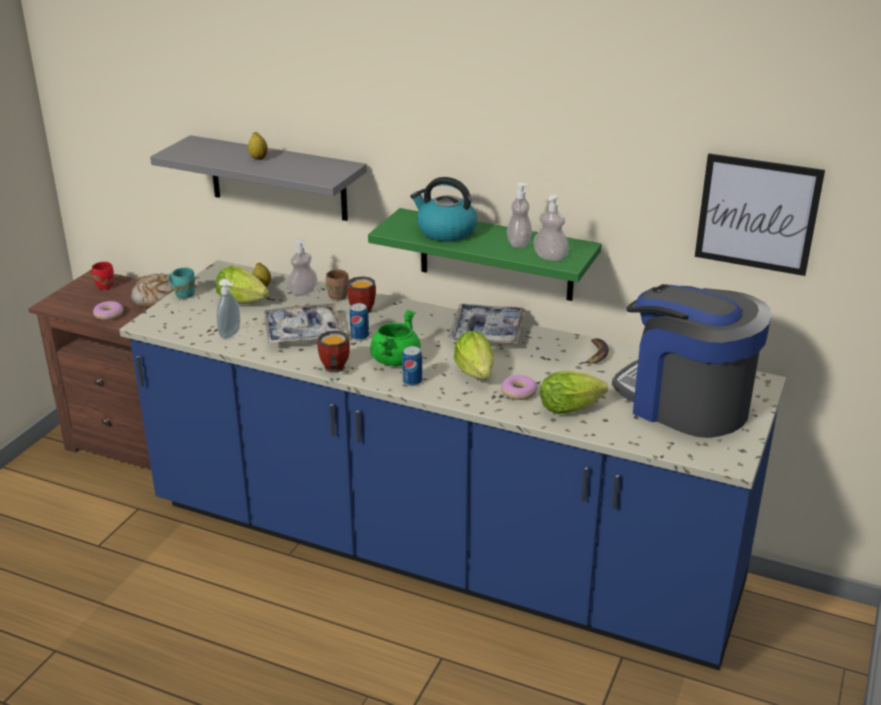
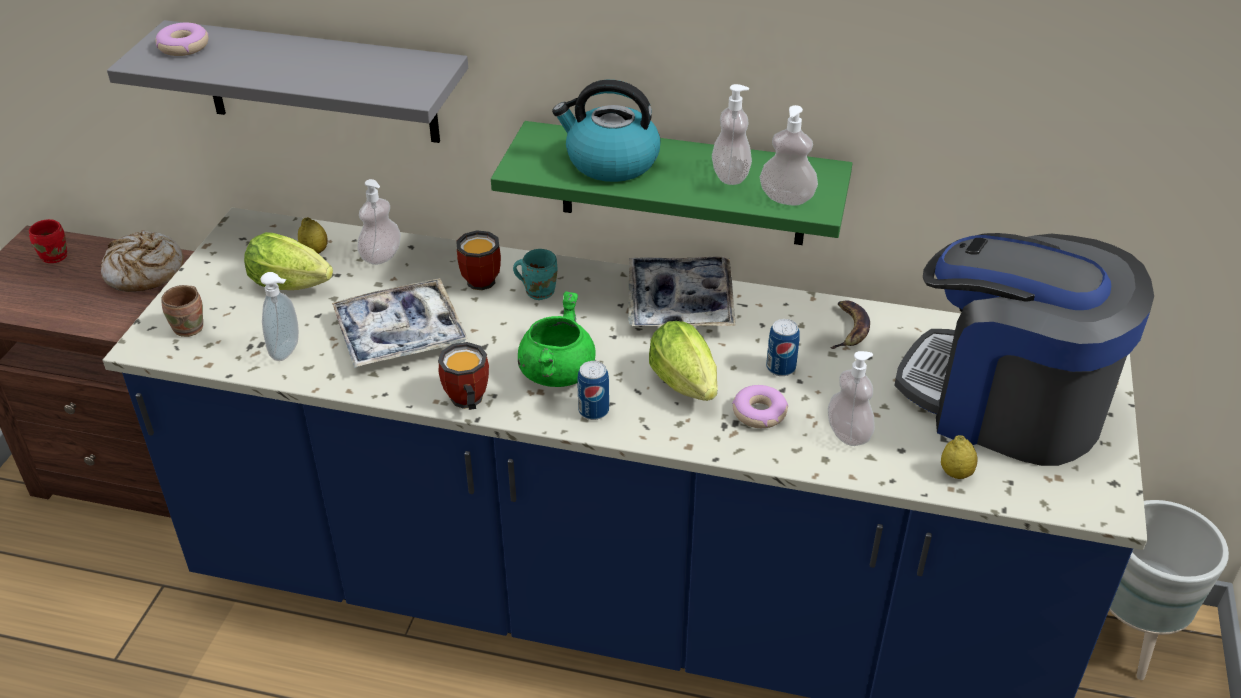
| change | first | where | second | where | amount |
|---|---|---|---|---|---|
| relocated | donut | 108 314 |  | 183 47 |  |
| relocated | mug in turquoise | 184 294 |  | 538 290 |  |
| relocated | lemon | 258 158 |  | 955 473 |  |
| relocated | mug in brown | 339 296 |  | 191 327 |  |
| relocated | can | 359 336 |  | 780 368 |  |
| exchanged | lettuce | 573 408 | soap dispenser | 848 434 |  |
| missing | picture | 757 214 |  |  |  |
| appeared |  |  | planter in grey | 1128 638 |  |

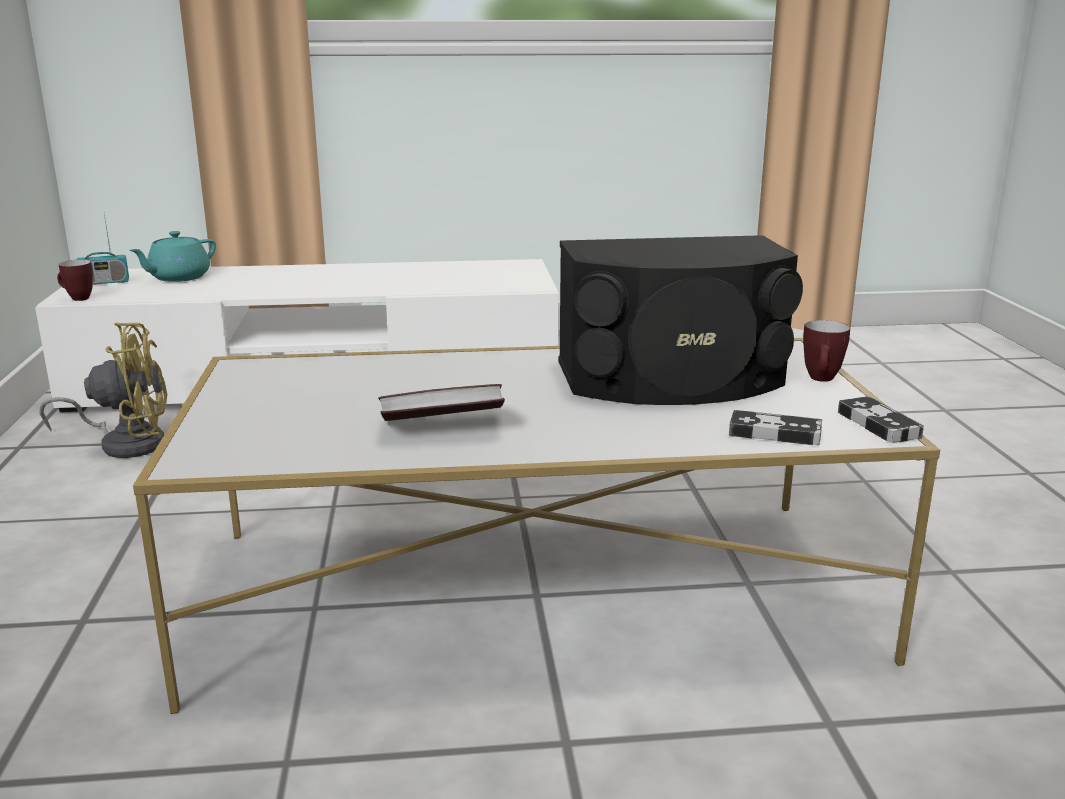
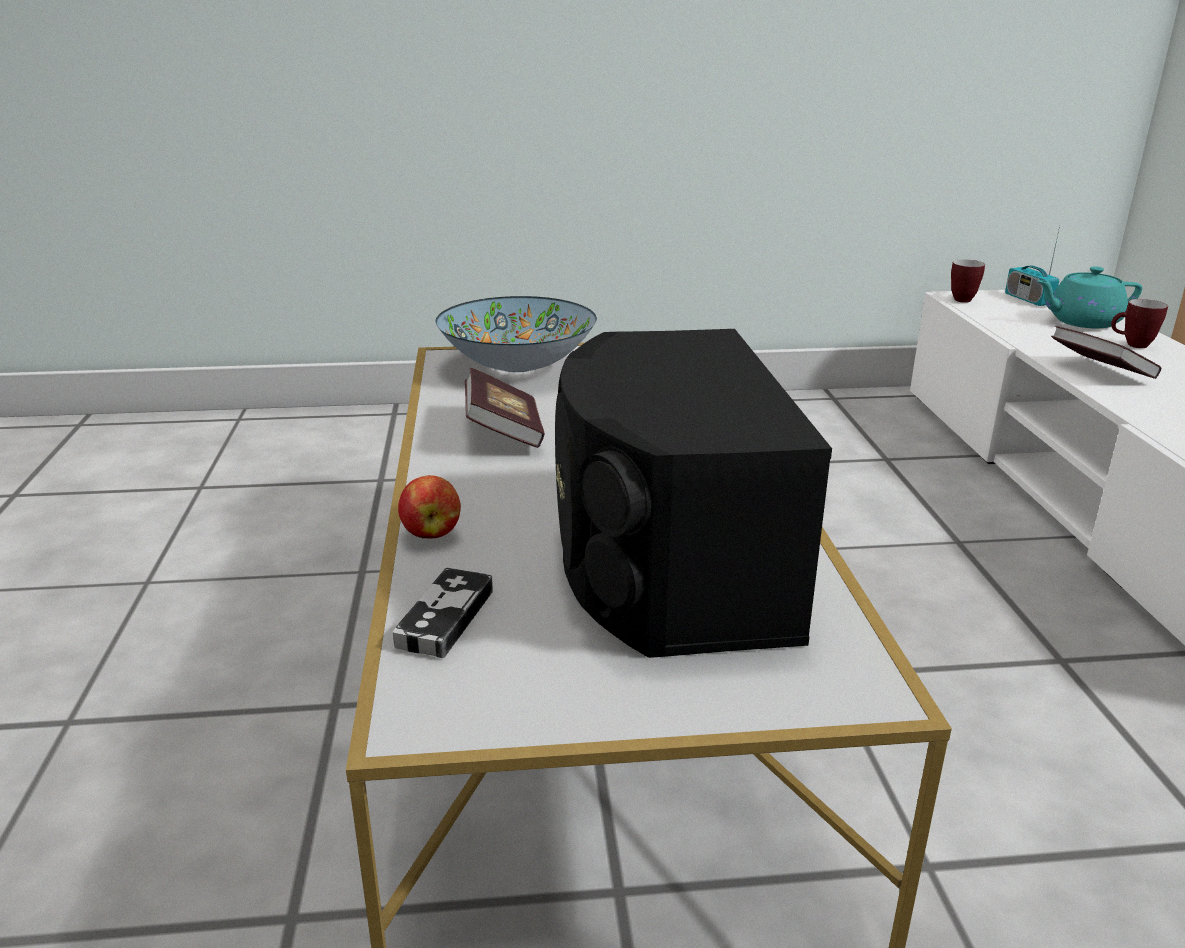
| change | first | where | second | where | amount |
|---|---|---|---|---|---|
| missing | fan in yellow | 126 443 |  |  |  |
| spun | teapot in turquoise | 178 278 |  | 1082 322 | 45 degrees counterclockwise |
| relocated | mug | 822 380 |  | 1131 345 |  |
| missing | game controller | 878 425 |  |  |  |
| appeared |  |  | apple | 431 533 |  |
| appeared |  |  | bowl | 517 365 |  |
| appeared |  |  | book | 1099 372 |  |

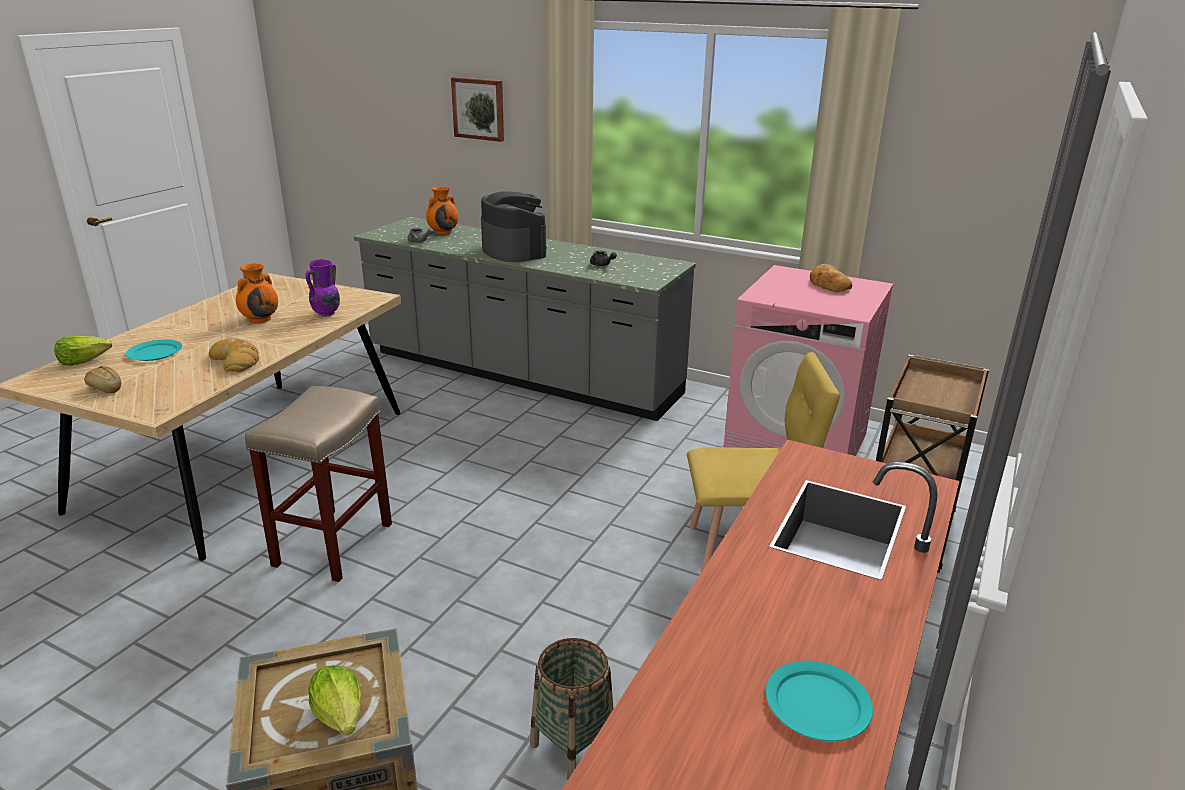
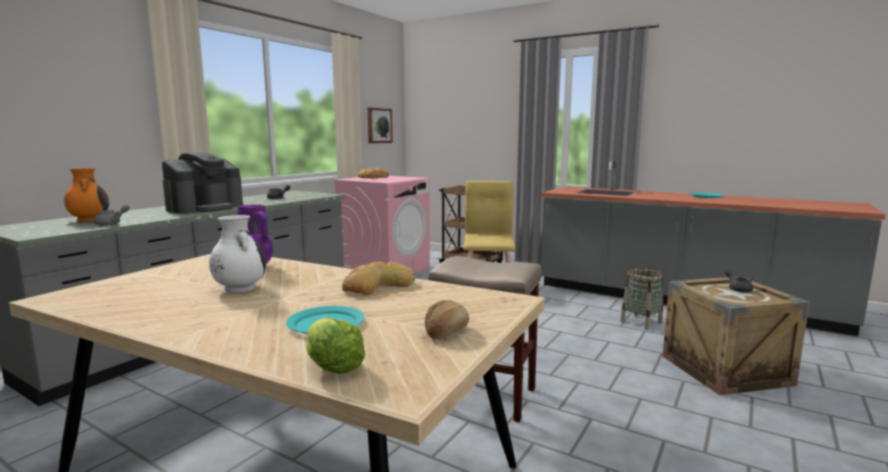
| change | first | where | second | where | amount |
|---|---|---|---|---|---|
| colour | vase in orange | 260 318 | vase in white | 239 288 |  |
| exchanged | lettuce | 340 715 | teapot in grey | 738 289 |  |
| relocated | picture | 479 109 |  | 379 125 |  |
| spun | coffee machine | 513 251 |  | 205 208 | 150 degrees clockwise |

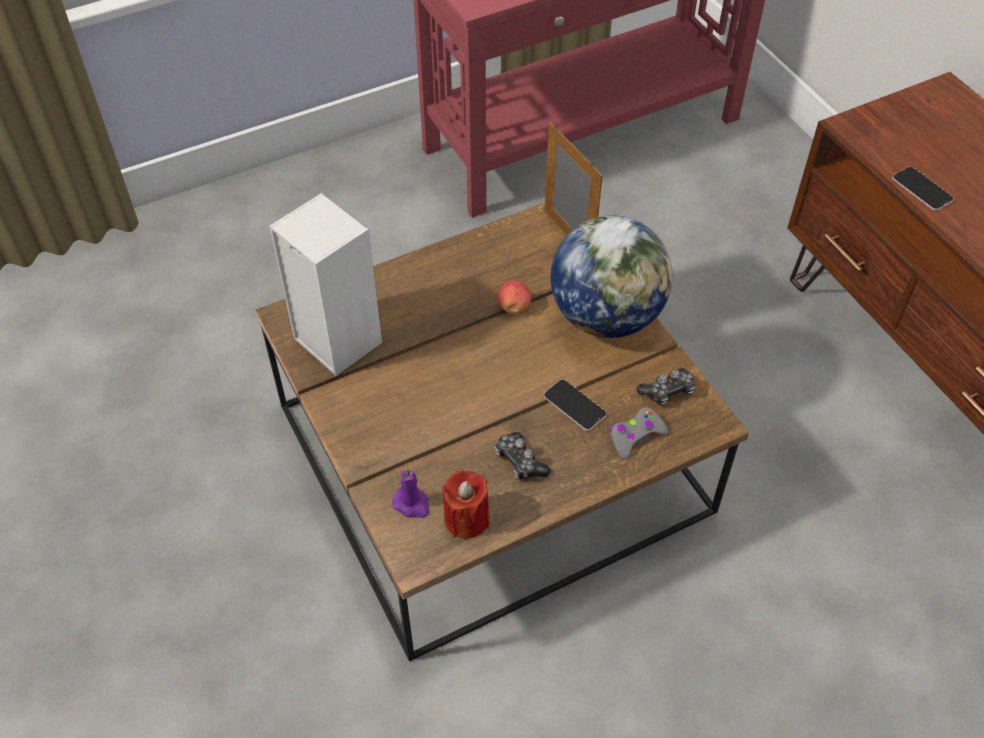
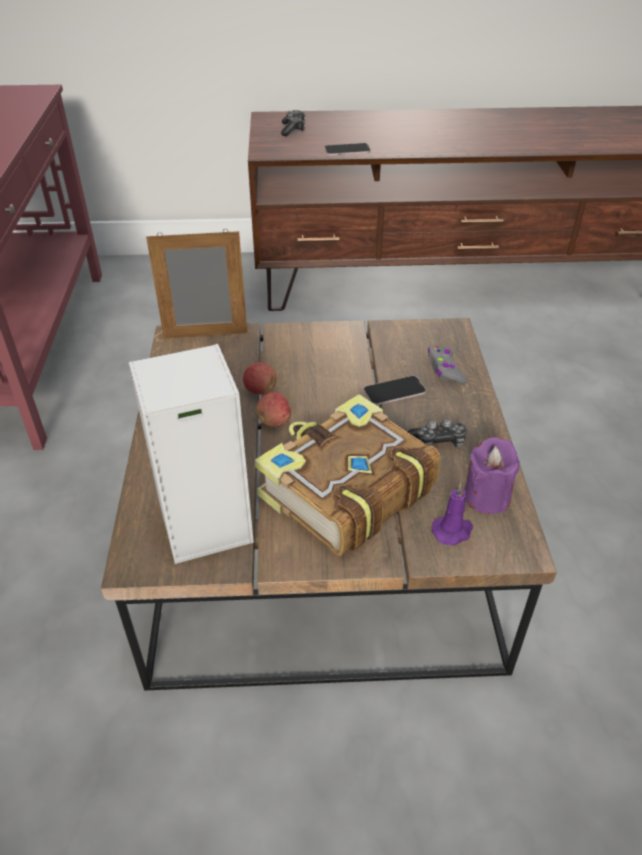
| change | first | where | second | where | amount |
|---|---|---|---|---|---|
| colour | candle in red | 466 519 | candle in purple | 486 497 |  |
| missing | globe | 606 316 |  |  |  |
| relocated | game controller | 667 392 |  | 293 129 |  |
| appeared |  |  | book | 344 491 |  |
| appeared |  |  | apple | 274 421 |  |

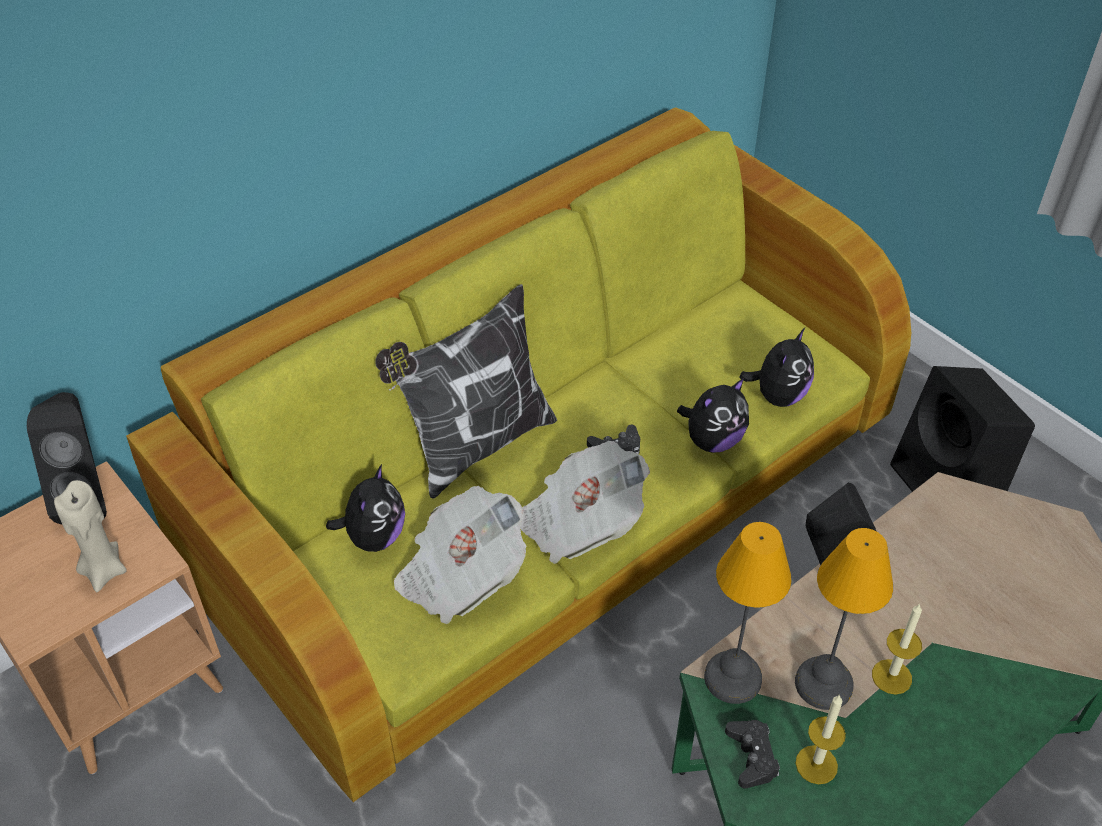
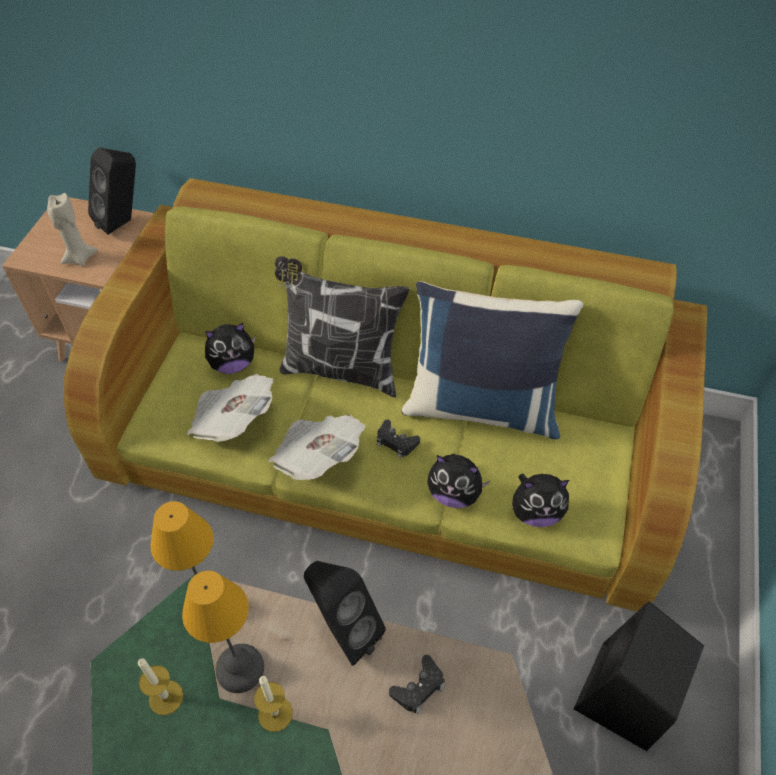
| change | first | where | second | where | amount |
|---|---|---|---|---|---|
| relocated | game controller in black | 752 757 |  | 419 688 |  |
| appeared |  |  | pillow in blue | 482 406 |  |

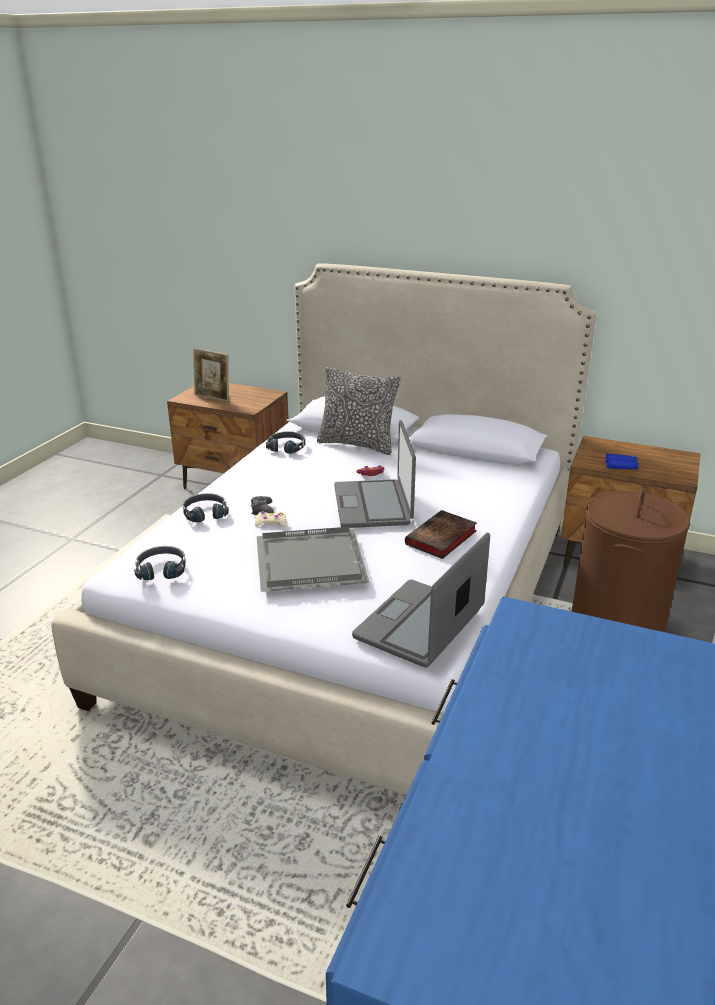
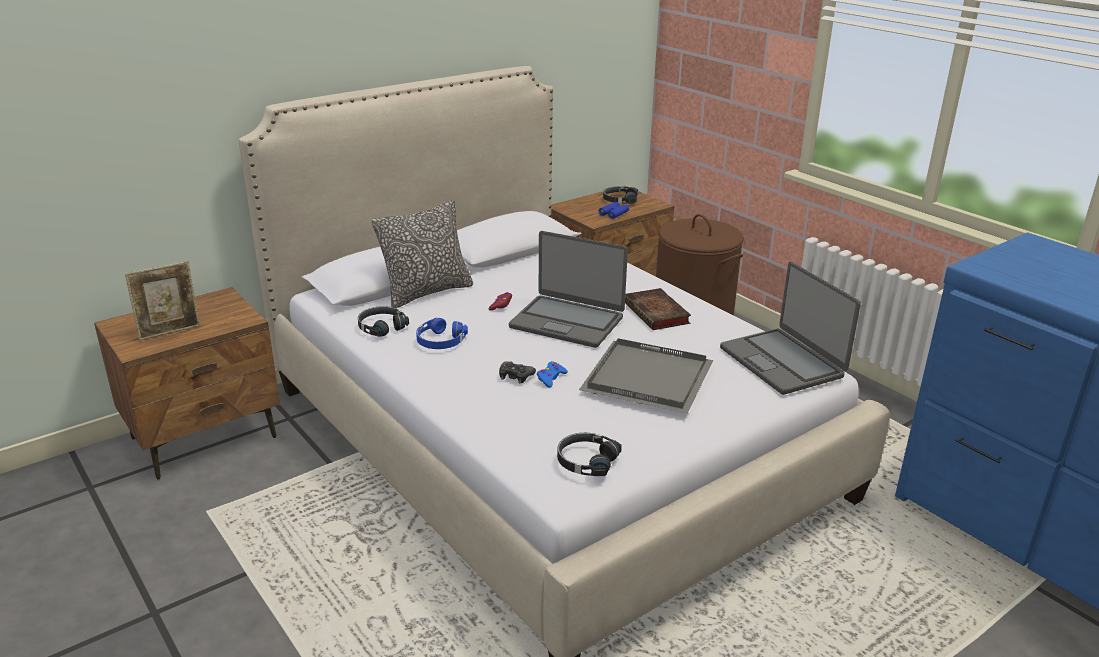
| change | first | where | second | where | amount |
|---|---|---|---|---|---|
| relocated | headphones in black | 205 513 |  | 620 200 |  |
| colour | game controller in beige | 271 523 | game controller in blue | 551 378 |  |
| appeared |  |  | headphones in blue | 440 341 |  |

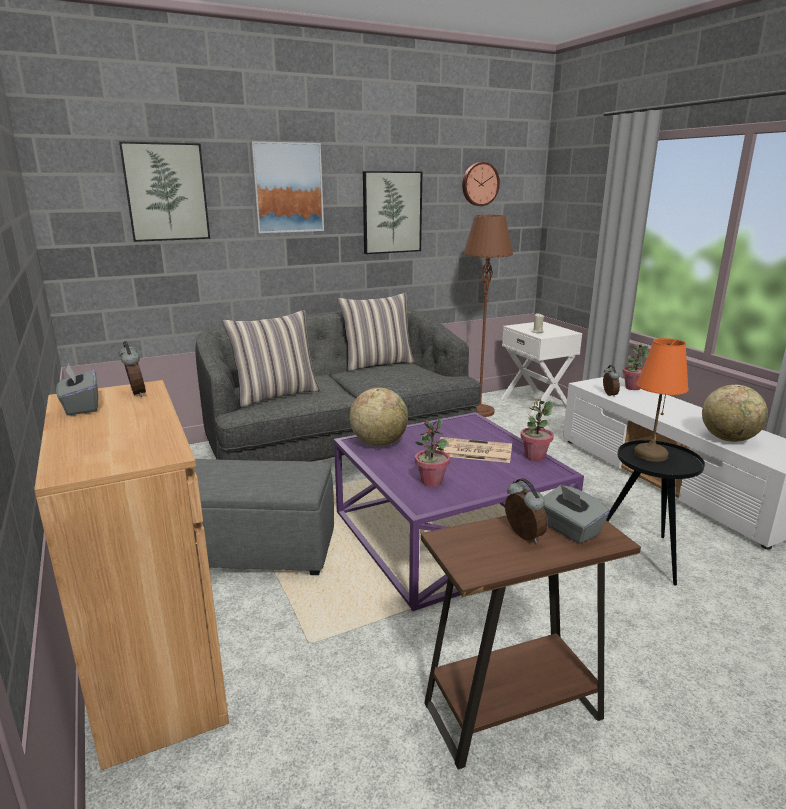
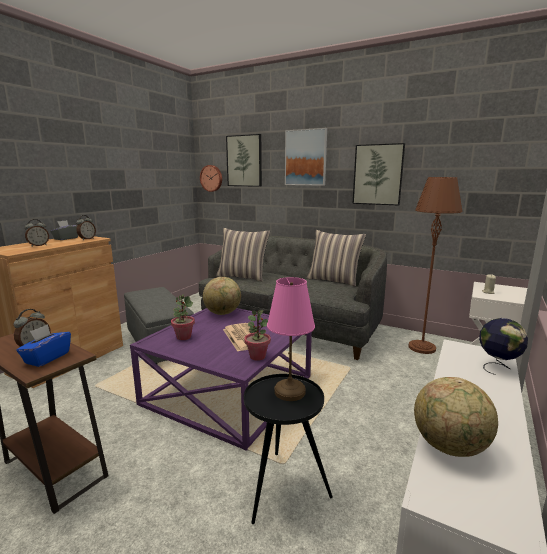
| change | first | where | second | where | amount |
|---|---|---|---|---|---|
| relocated | wall clock | 479 184 |  | 211 178 |  |
| colour | tissue box in grey | 569 529 | tissue box in blue | 47 358 |  |
| relocated | alarm clock | 608 395 |  | 38 245 |  |
| exchanged | potted plant | 632 387 | globe | 497 367 |  |
| colour | table lamp in orange | 649 454 | table lamp in pink | 289 391 |  |

